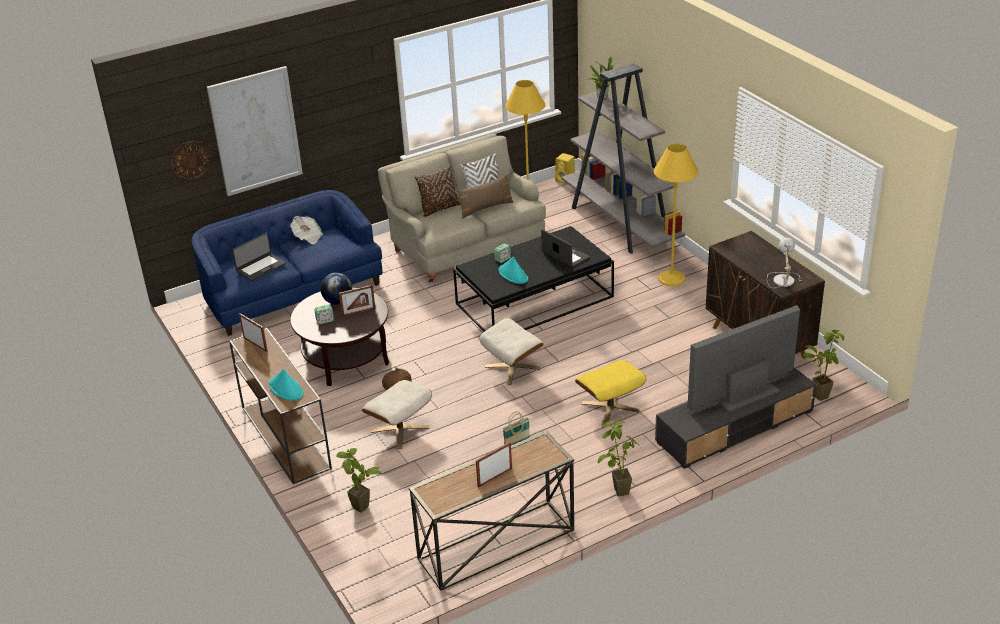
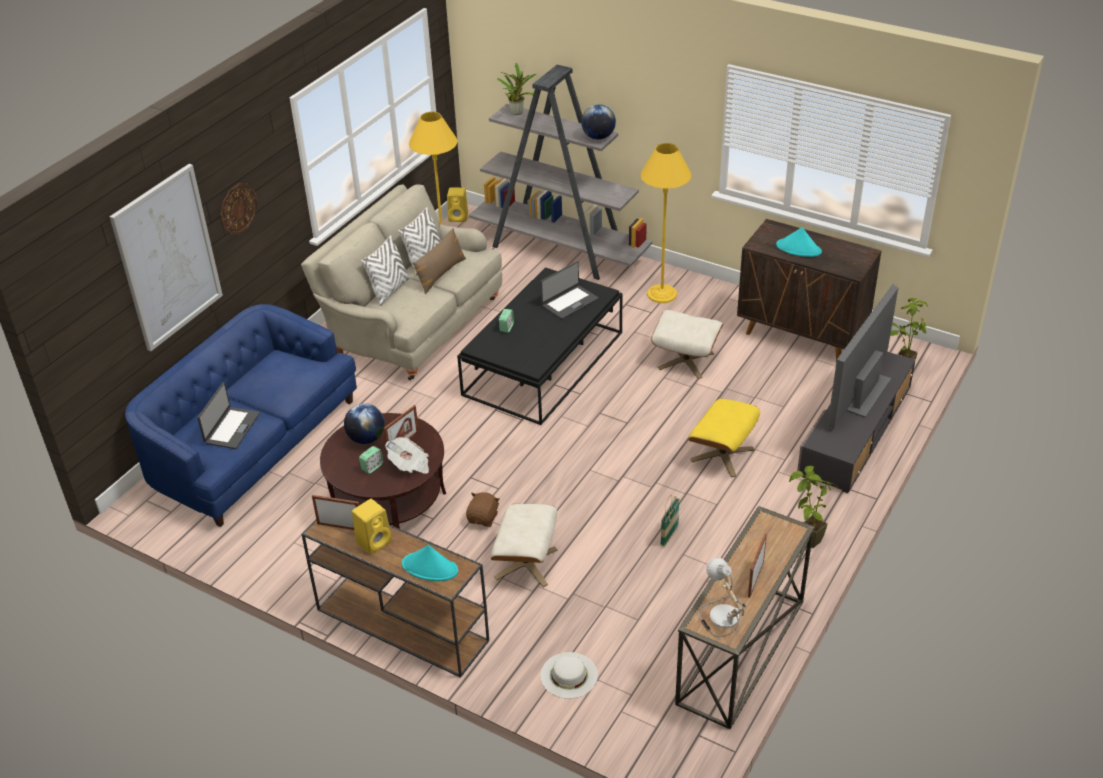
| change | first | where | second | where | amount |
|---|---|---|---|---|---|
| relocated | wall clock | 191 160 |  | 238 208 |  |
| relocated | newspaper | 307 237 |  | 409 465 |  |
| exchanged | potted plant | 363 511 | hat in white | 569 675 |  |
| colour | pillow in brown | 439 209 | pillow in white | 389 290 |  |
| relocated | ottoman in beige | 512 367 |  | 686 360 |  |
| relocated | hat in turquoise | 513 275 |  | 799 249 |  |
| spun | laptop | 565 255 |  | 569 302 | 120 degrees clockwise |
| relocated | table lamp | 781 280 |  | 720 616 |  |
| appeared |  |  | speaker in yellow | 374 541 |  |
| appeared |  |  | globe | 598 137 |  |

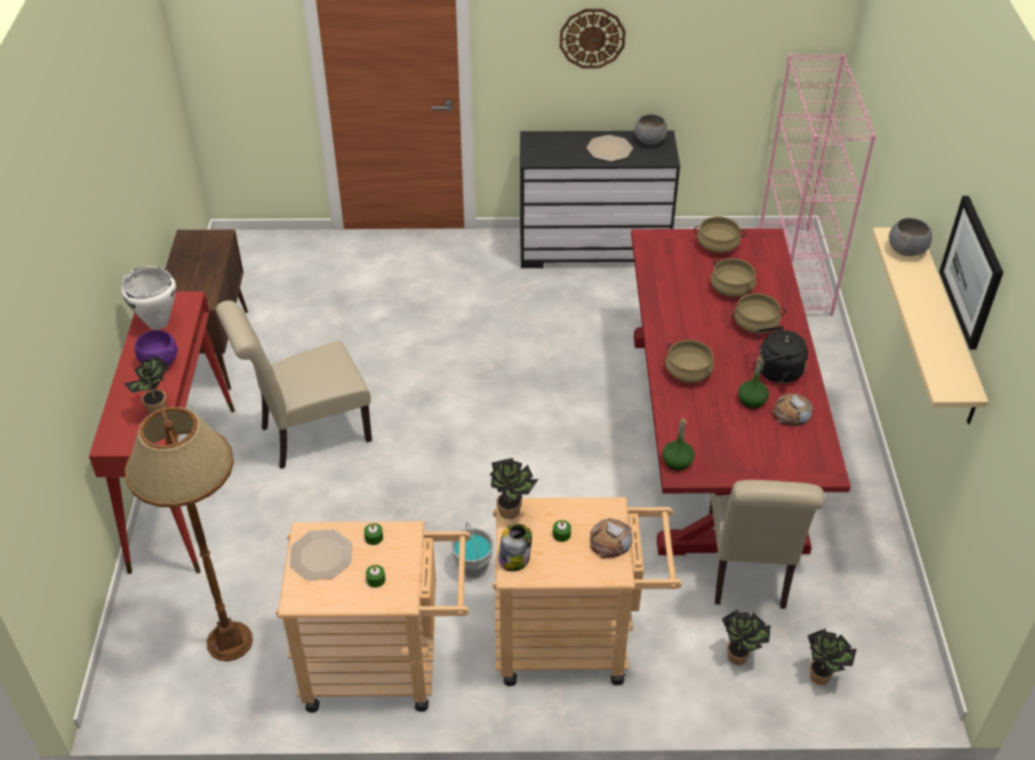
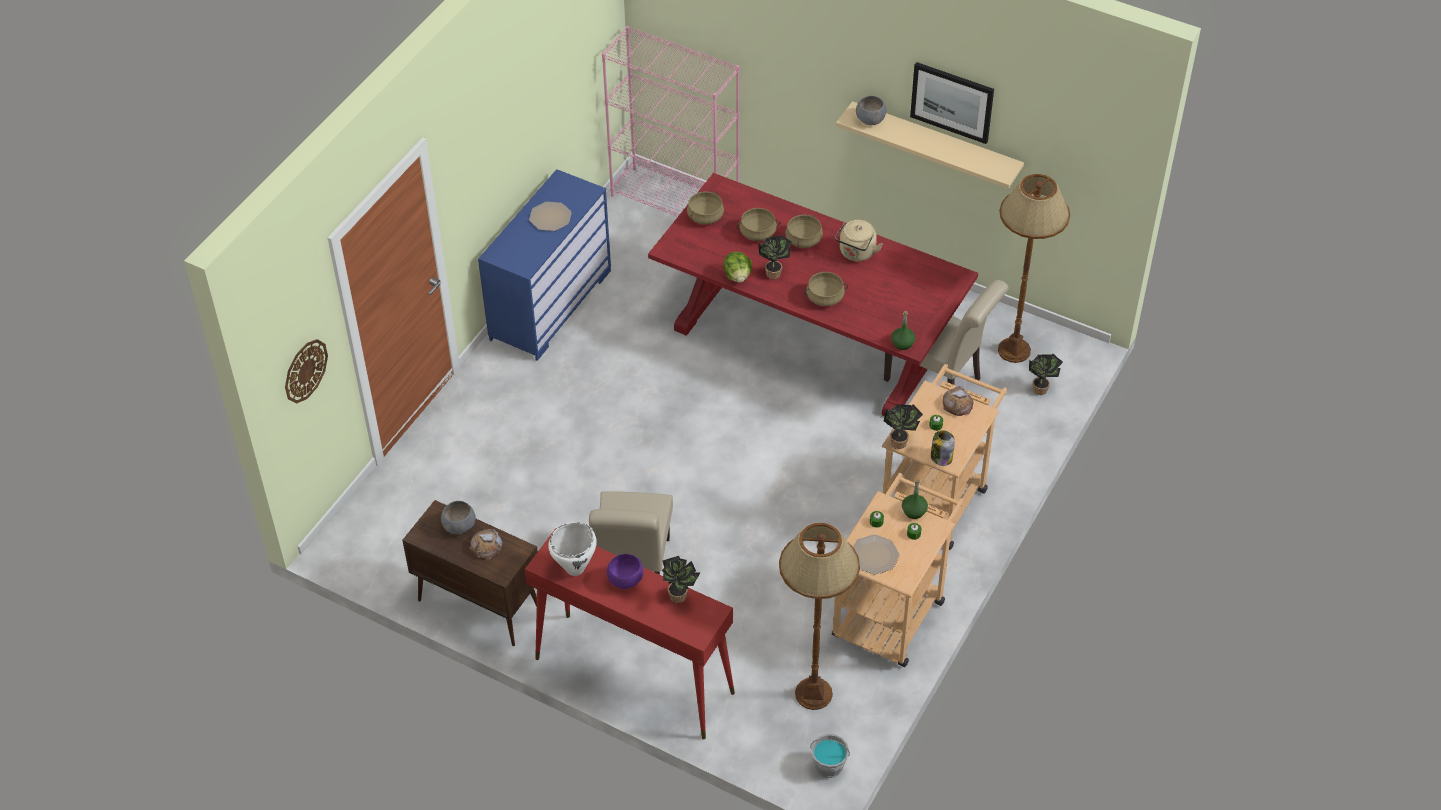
| change | first | where | second | where | amount |
|---|---|---|---|---|---|
| relocated | bucket in grey | 472 566 |  | 828 766 |  |
| colour | dresser in black | 593 248 | dresser in blue | 550 304 |  |
| relocated | wall clock | 592 38 |  | 305 370 |  |
| relocated | bowl in grey | 649 140 |  | 458 525 |  |
| relocated | potted plant | 740 656 |  | 774 272 |  |
| relocated | bottle in green | 751 400 |  | 914 511 |  |
| colour | kettle in black | 776 372 | kettle in beige | 856 253 |  |
| relocated | bread | 791 413 |  | 486 546 |  |
| appeared |  |  | lettuce | 738 276 |  |
| appeared |  |  | floor lamp in brown | 1014 350 |  |

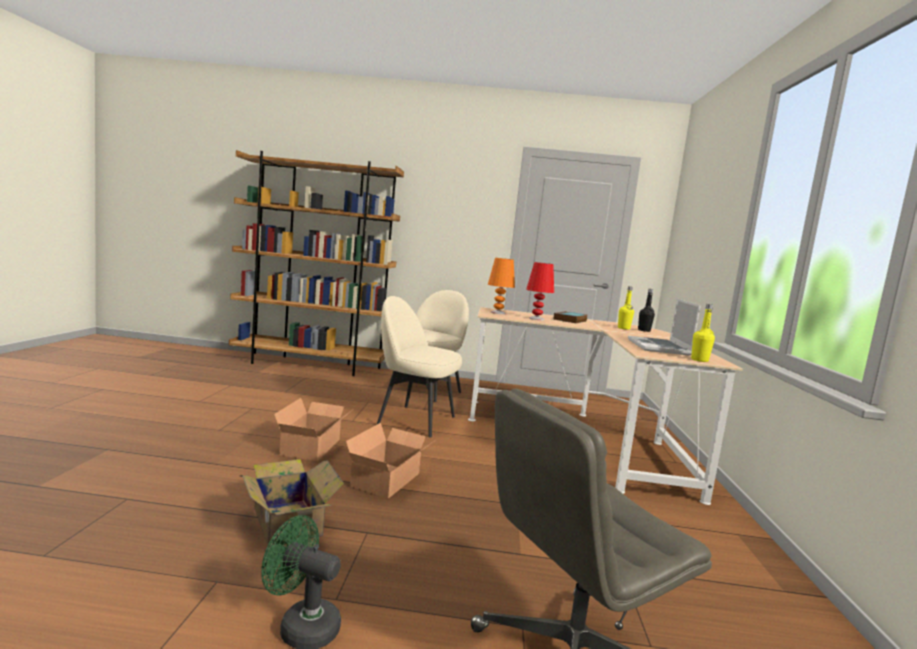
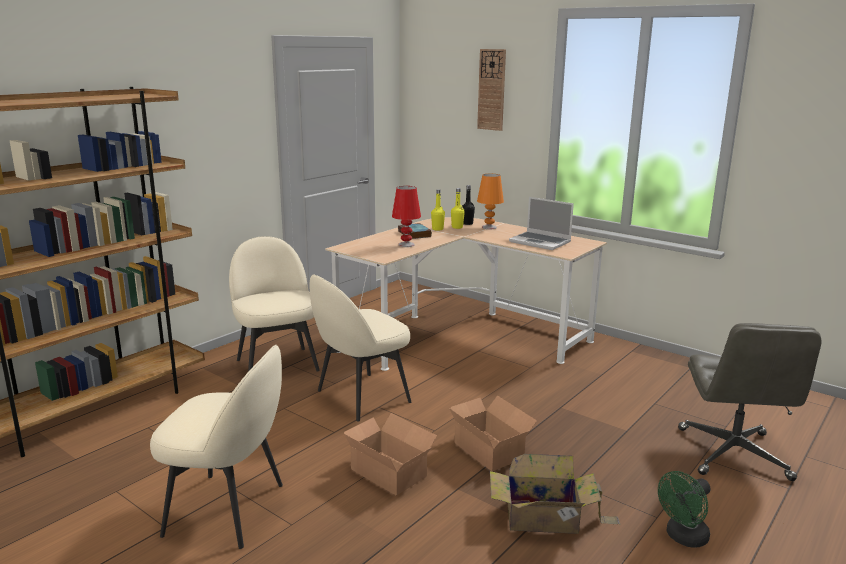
| change | first | where | second | where | amount |
|---|---|---|---|---|---|
| relocated | table lamp in orange | 497 313 |  | 489 227 |  |
| relocated | bottle in yellow | 699 360 |  | 437 229 |  |
| appeared |  |  | chair in beige | 228 510 |  |
| appeared |  |  | wall clock | 491 90 |  |

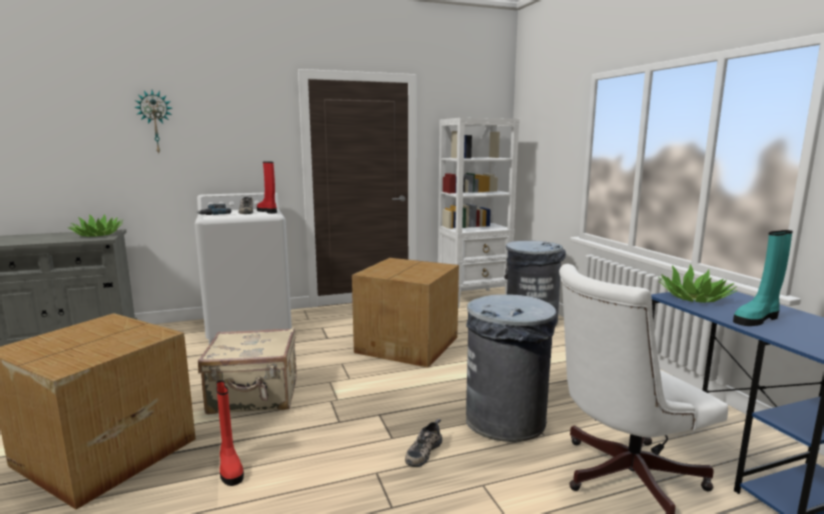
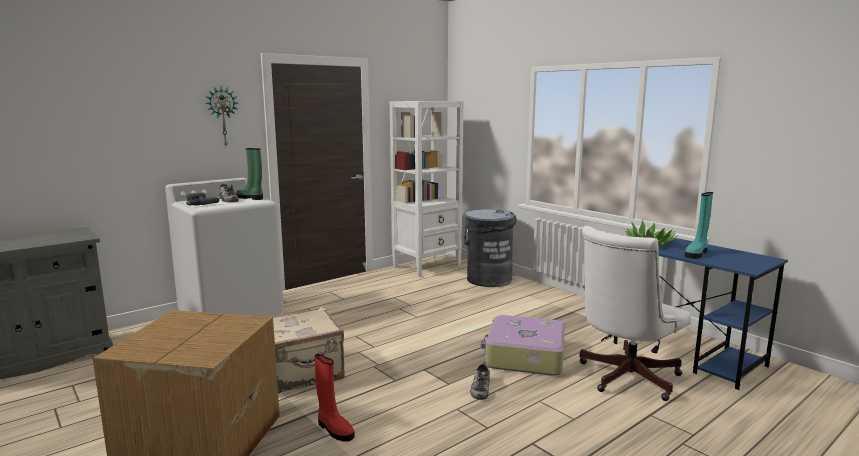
| change | first | where | second | where | amount |
|---|---|---|---|---|---|
| missing | potted plant | 97 235 |  |  |  |
| relocated | wall clock | 155 122 |  | 222 116 |  |
| colour | boot in red | 267 211 | boot in green | 250 198 |  |
| missing | cardboard box | 409 344 |  |  |  |
| exchanged | trash can in grey | 506 420 | suitcase | 524 356 |  |

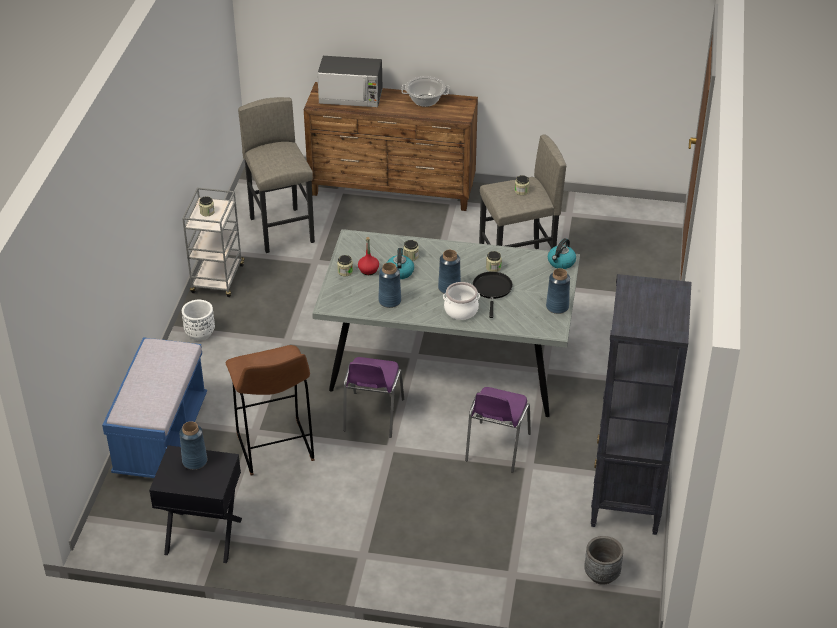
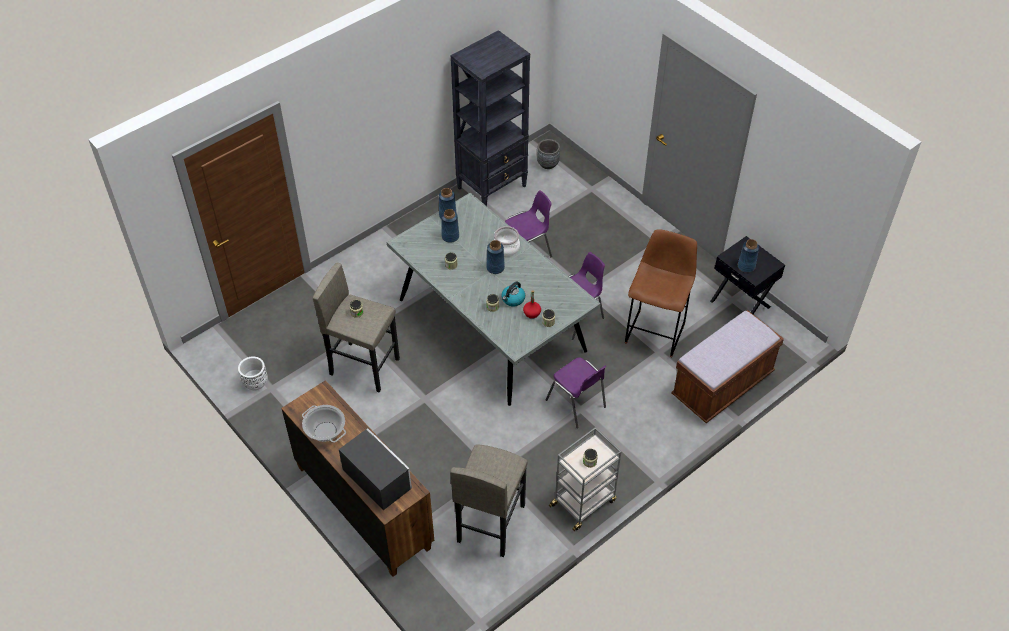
| change | first | where | second | where | amount |
|---|---|---|---|---|---|
| colour | bench in blue | 161 437 | bench in brown | 722 385 |  |
| relocated | planter in white | 200 333 |  | 255 383 |  |
| relocated | vase in blue | 389 301 |  | 450 236 |  |
| missing | frying pan in black | 492 290 |  |  |  |
| missing | kettle | 561 262 |  |  |  |
| appeared |  |  | chair in purple | 577 404 |  |

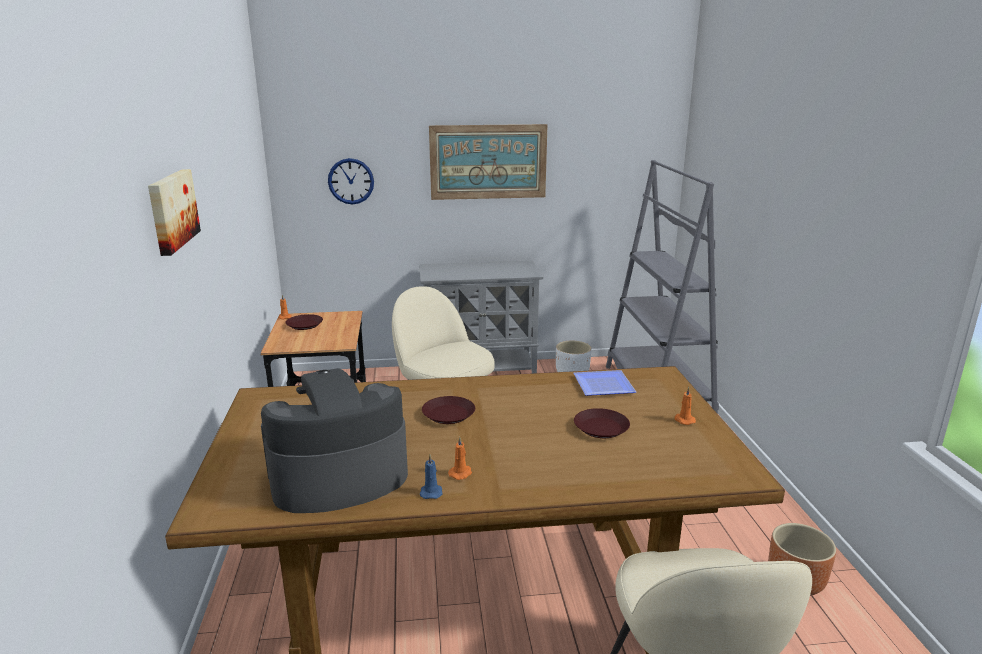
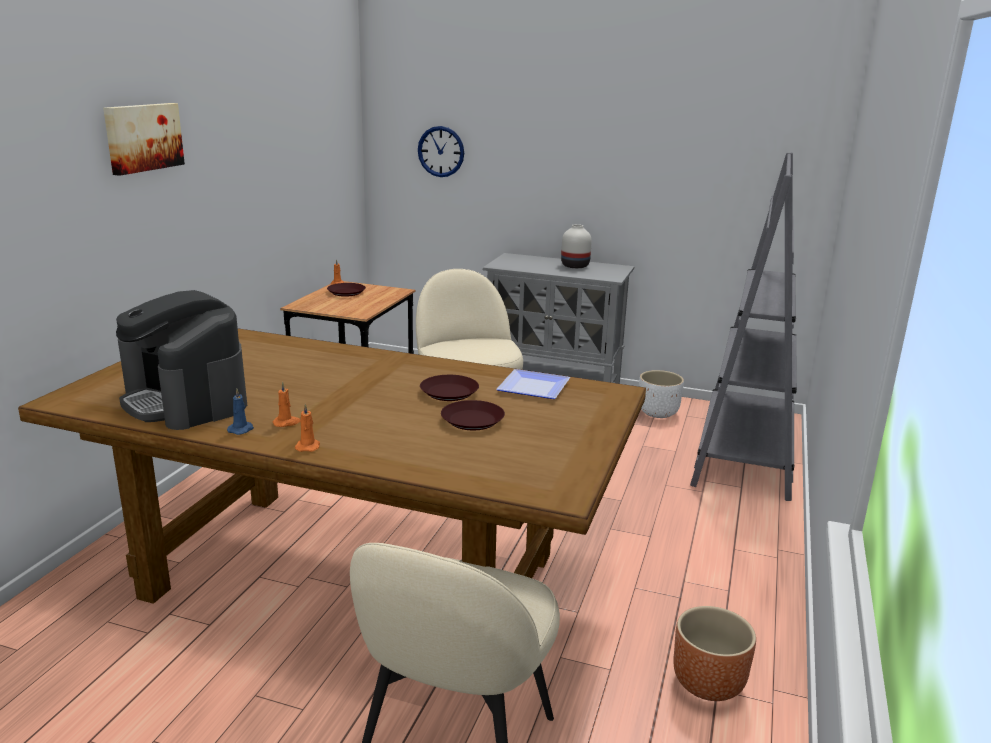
| change | first | where | second | where | amount |
|---|---|---|---|---|---|
| spun | coffee machine | 338 477 |  | 186 400 | 135 degrees counterclockwise |
| relocated | plate in brown | 449 414 |  | 450 392 |  |
| missing | picture | 488 162 |  |  |  |
| relocated | candle in orange | 683 420 |  | 308 446 |  |
| appeared |  |  | vase in white | 574 266 |  |

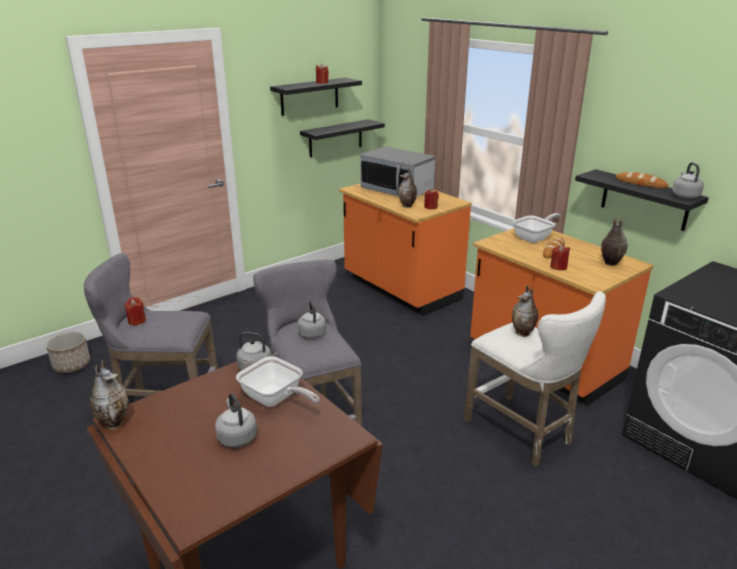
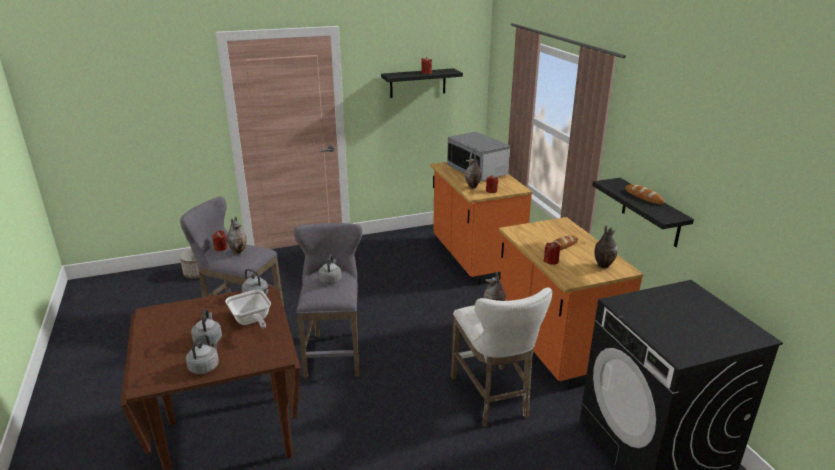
| change | first | where | second | where | amount |
|---|---|---|---|---|---|
| relocated | vase | 114 422 |  | 239 252 |  |
| missing | shelf in black | 335 138 |  |  |  |
| missing | frying pan | 535 238 |  |  |  |
| relocated | kettle in grey | 685 196 |  | 205 366 |  |

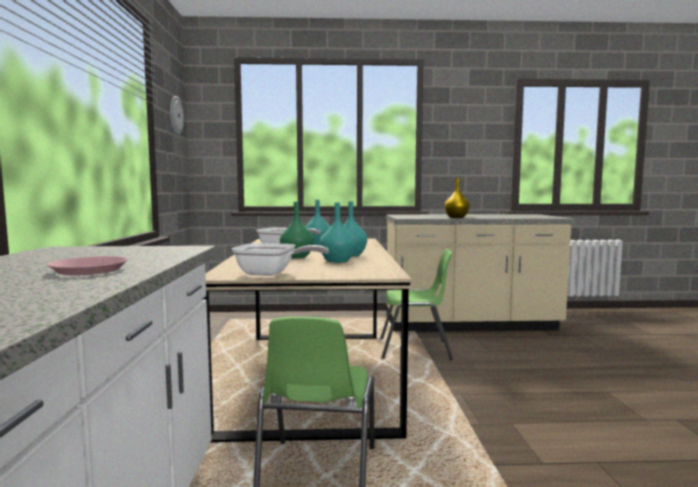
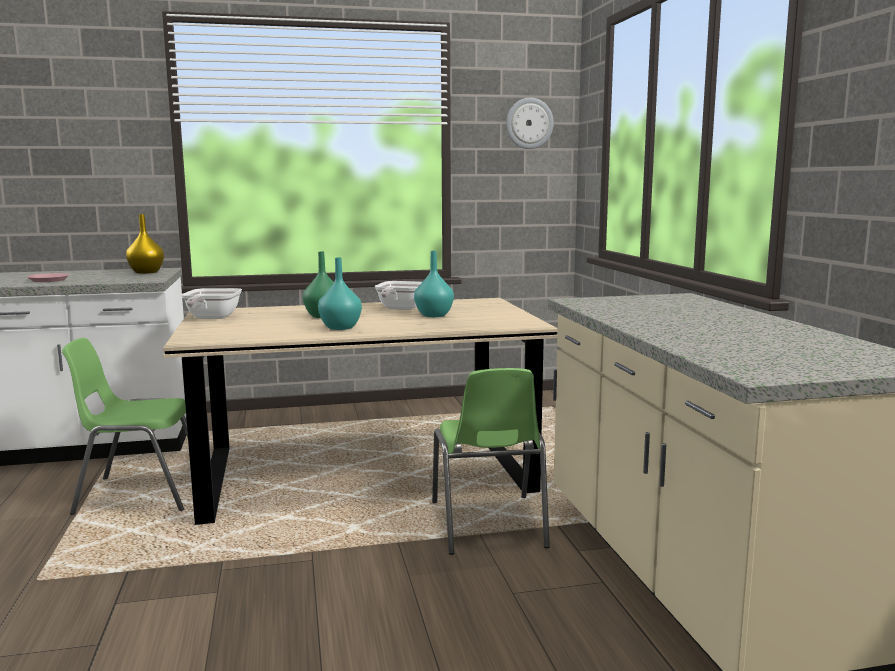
| change | first | where | second | where | amount |
|---|---|---|---|---|---|
| missing | vase in turquoise | 338 261 |  |  |  |
| relocated | vase in yellow | 456 217 |  | 145 272 |  |

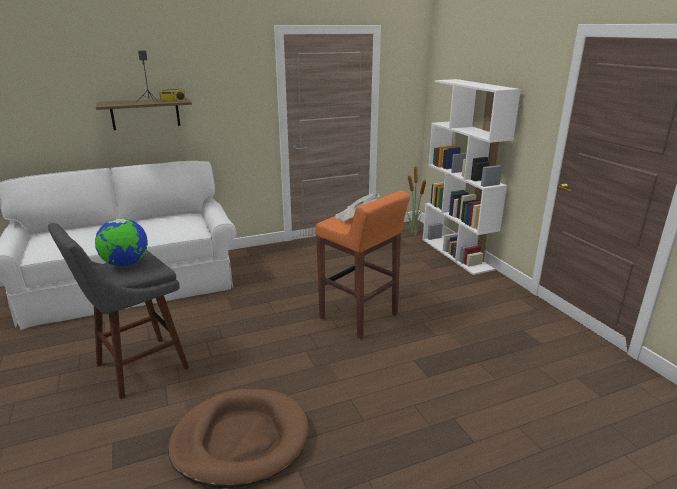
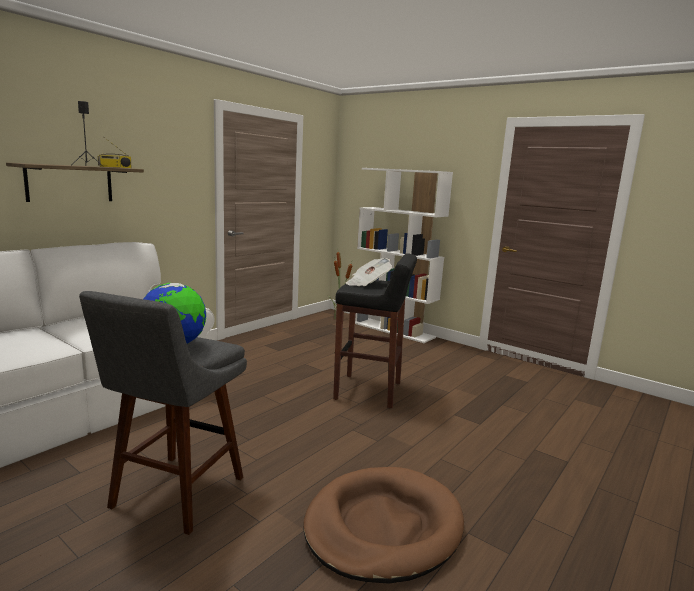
| change | first | where | second | where | amount |
|---|---|---|---|---|---|
| colour | stool in orange | 359 317 | stool in black | 369 391 |  |

